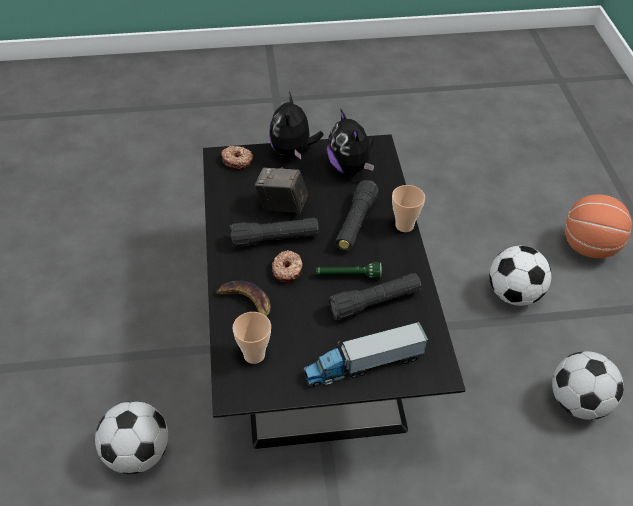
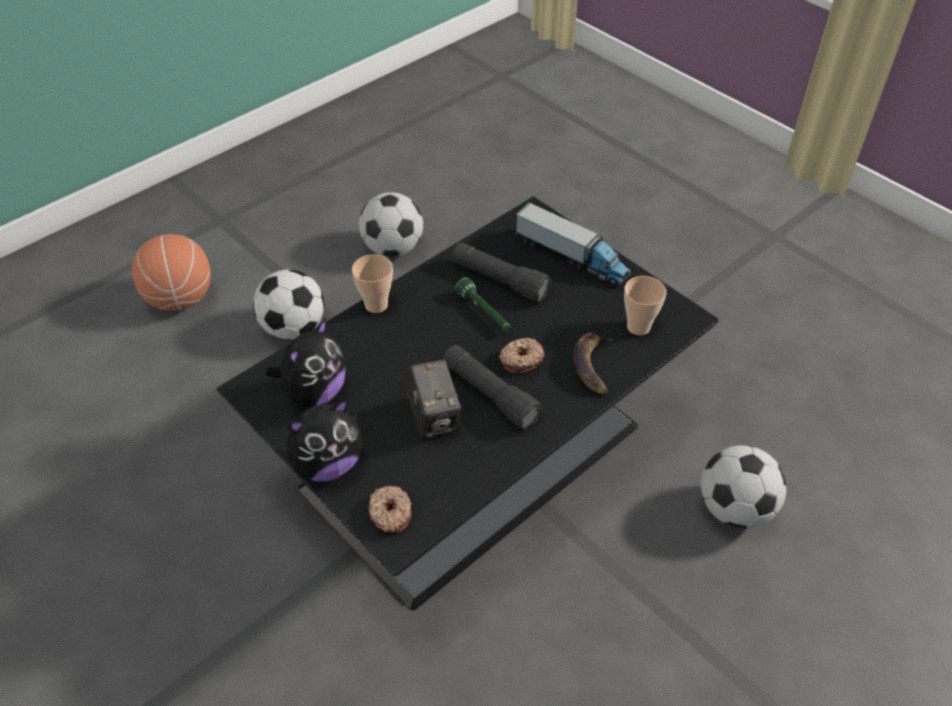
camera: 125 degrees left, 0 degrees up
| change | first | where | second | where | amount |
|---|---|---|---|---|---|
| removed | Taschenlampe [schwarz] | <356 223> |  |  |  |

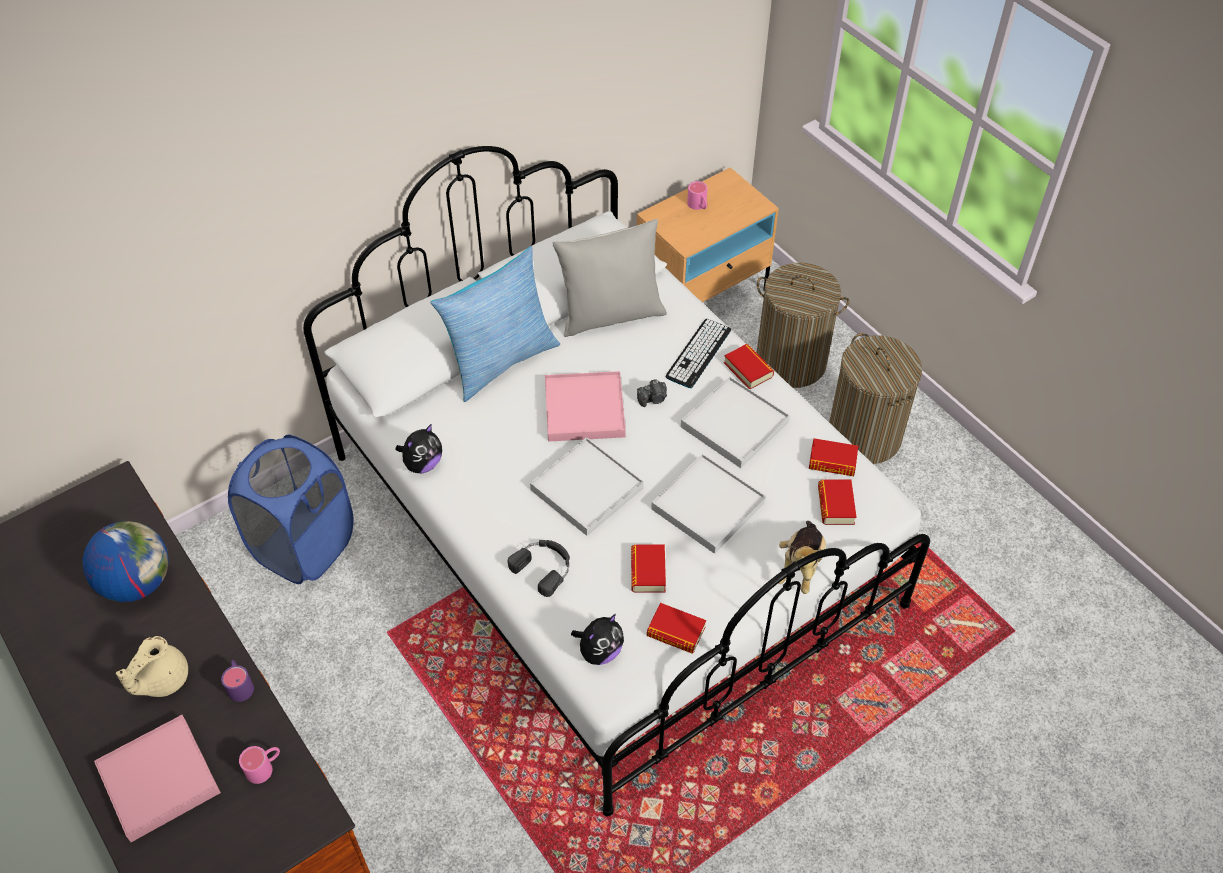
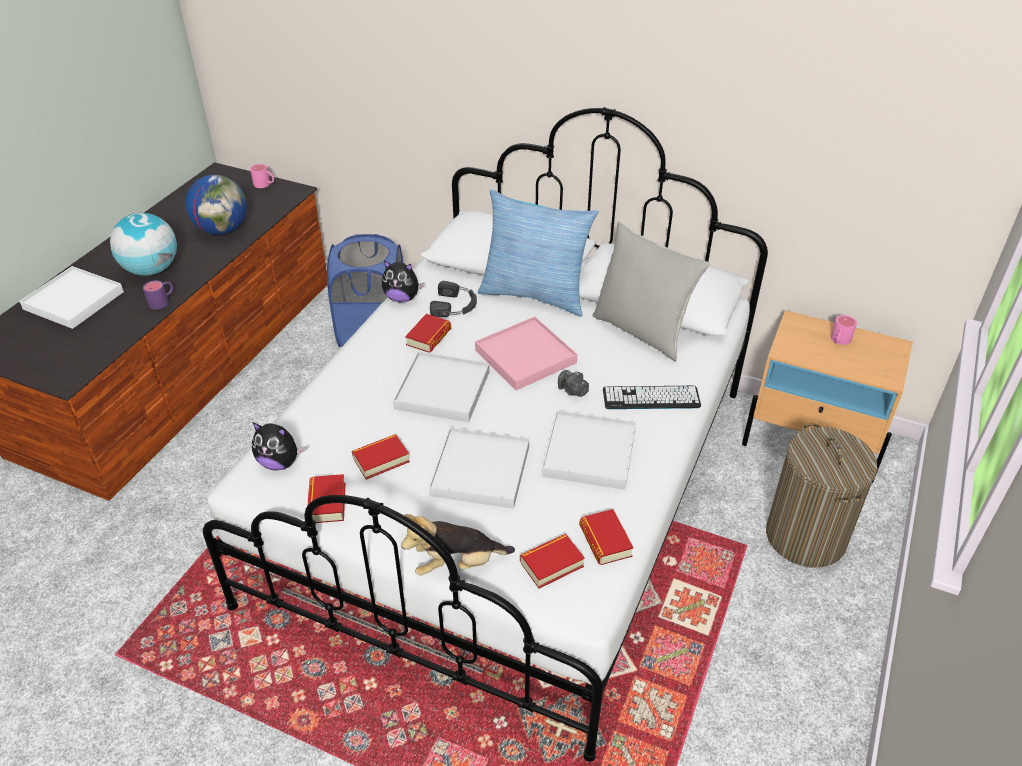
camera: 60 degrees right, 10 degrees down
| change | first | where | second | where | amount |
|---|---|---|---|---|---|
| recoloured | Tablett [rosa] | <159 780> | Tablett [weiß] | <73 300> |  |
| replaced | Teekanne [beige] | <162 680> | Globus | <151 270> |  |
| moved | Henkelbecher [rosa] | <264 767> |  | <265 184> |  |
| moved | Buch | <748 370> |  | <428 337> |  |
| moved | Kopfhörer [schwarz] | <544 567> |  | <455 305> |  |
| removed | Wäschekorb | <864 436> |  |  |  |

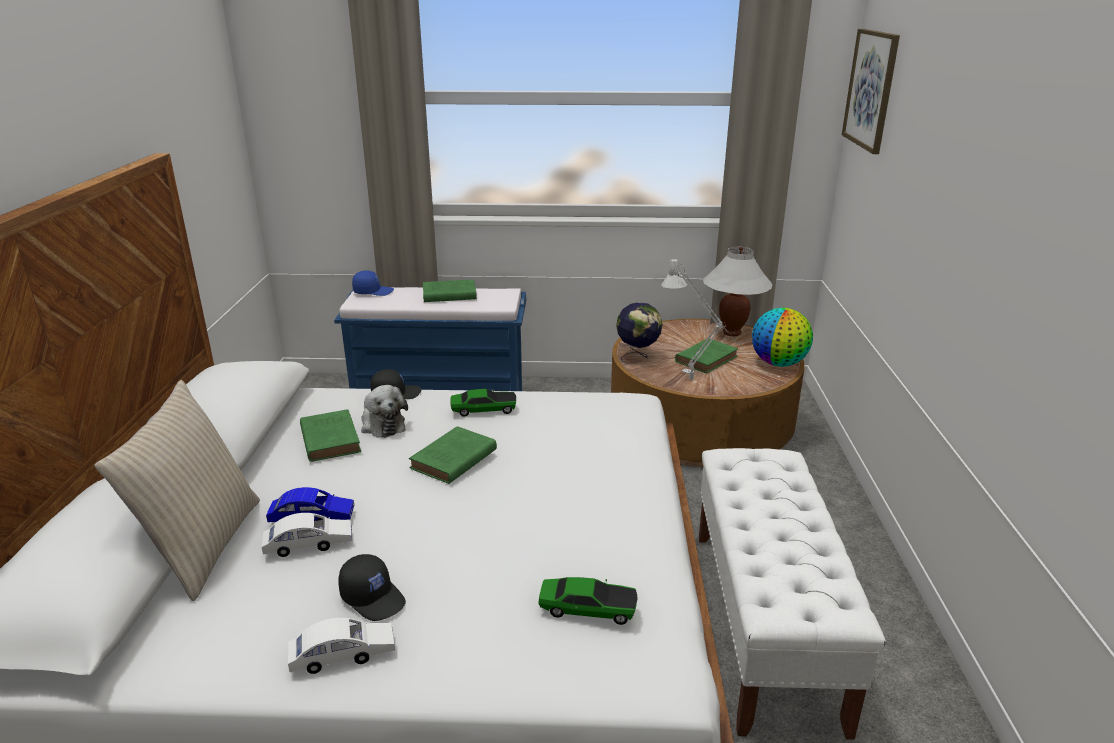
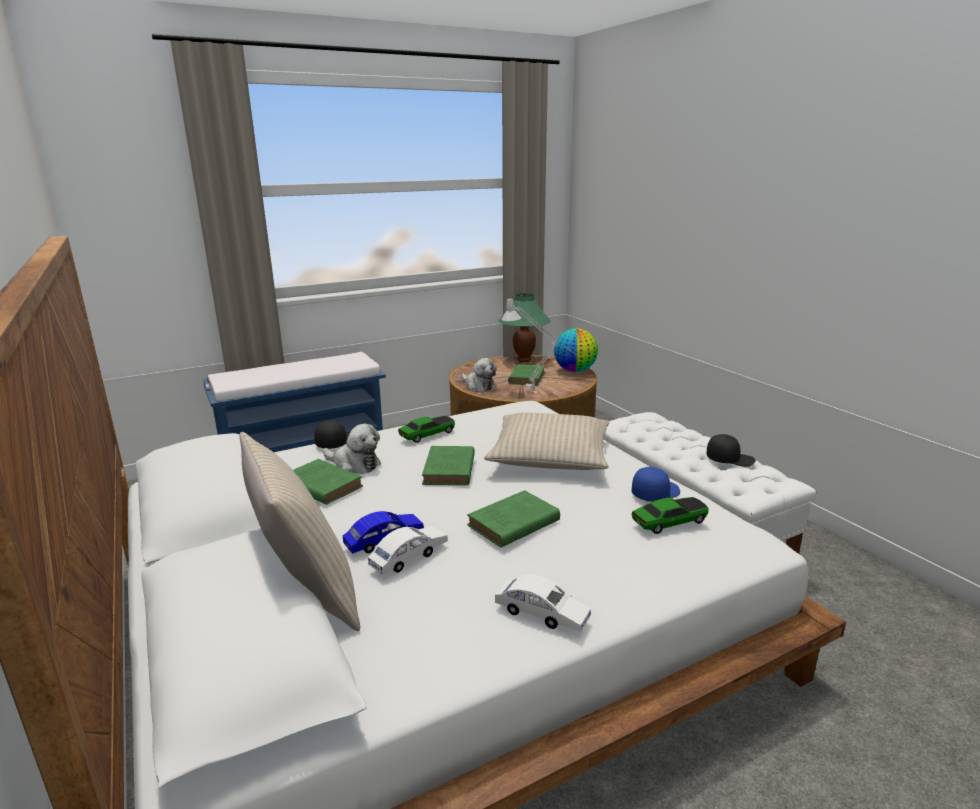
camera: 30 degrees left, 5 degrees down
| change | first | where | second | where | amount |
|---|---|---|---|---|---|
| replaced | Globus | <637 357> | Plüschtier | <478 386> |  |
| moved | Buch [grün] | <448 295> |  | <511 524> |  |
| added |  |  | Kissen [beige] | <550 456> |  |
| turned | Spielzeugauto [weiß] | <343 655> |  | <542 614> | 75 degrees clockwise |
| recoloured | Tischlampe [weiß] | <731 333> | Tischlampe [grün] | <524 360> |  |
| moved | Kappe [blau] | <373 291> |  | <655 493> |  |
| moved | Kappe [schwarz] | <374 597> |  | <729 459> |  |
| removed | Bild | <871 89> |  |  |  |

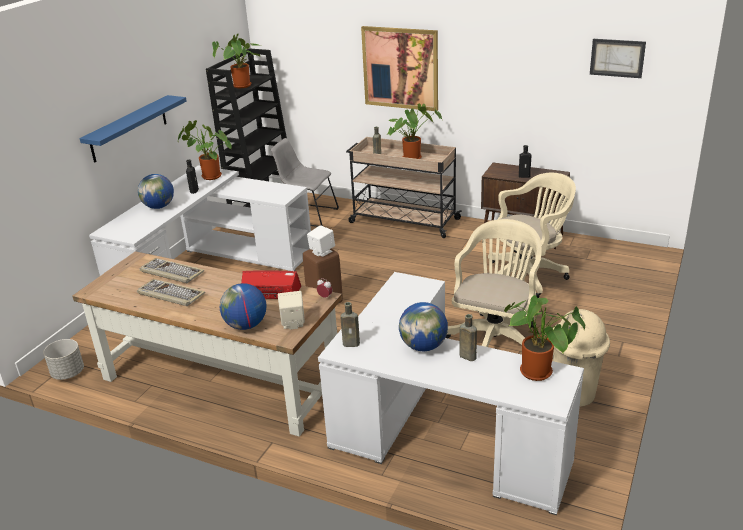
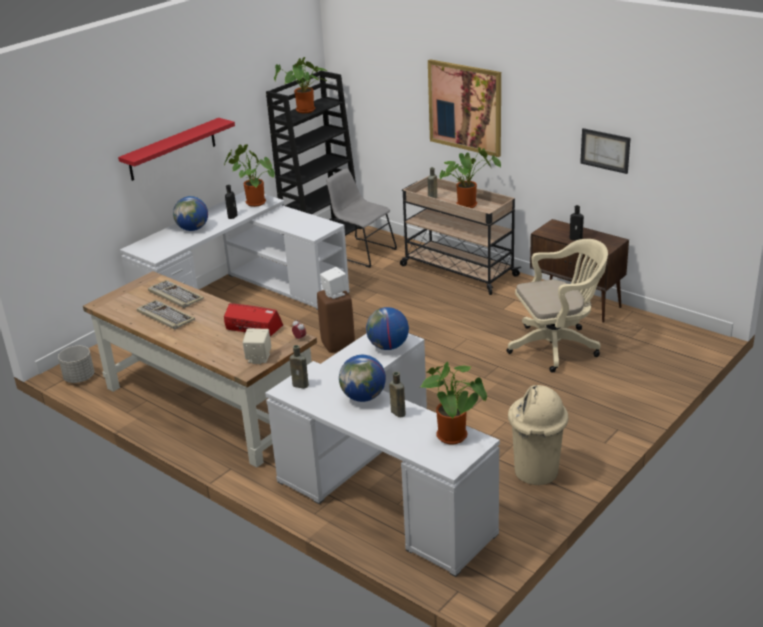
camera: 15 degrees right, 0 degrees up
| change | first | where | second | where | amount |
|---|---|---|---|---|---|
| recoloured | Wandregal [blau] | <129 128> | Wandregal [rot] | <172 149> |  |
| moved | Globus | <246 325> |  | <388 346> |  |
| moved | Bild | <617 58> |  | <605 150> |  |
| removed | Bürostuhl [beige] | <495 337> |  |  |  |

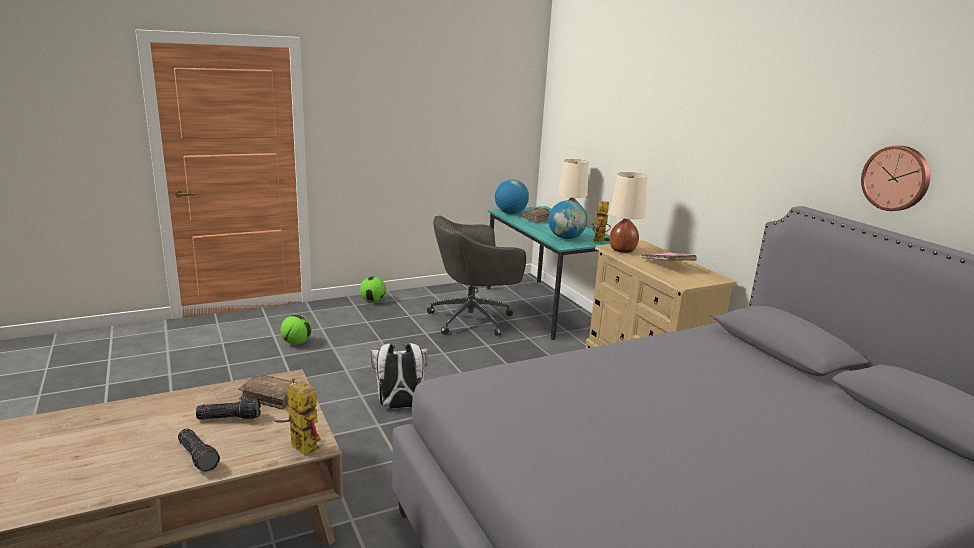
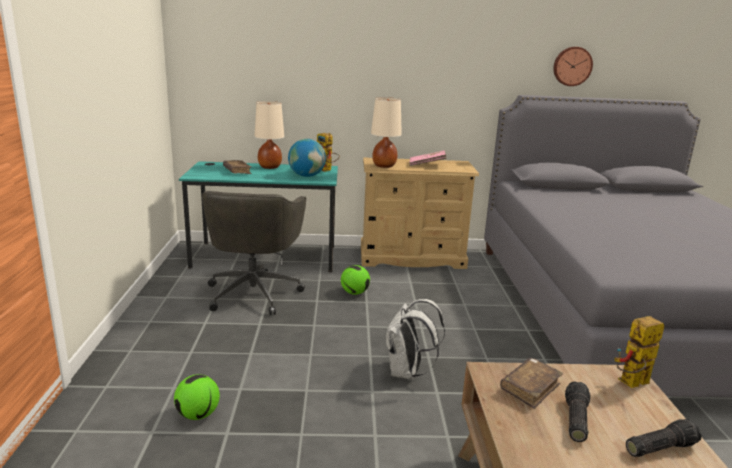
camera: 65 degrees left, 0 degrees up
| change | first | where | second | where | amount |
|---|---|---|---|---|---|
| moved | Fußball | <373 300> |  | <354 293> |  |
| removed | Globus | <510 213> |  |  |  |

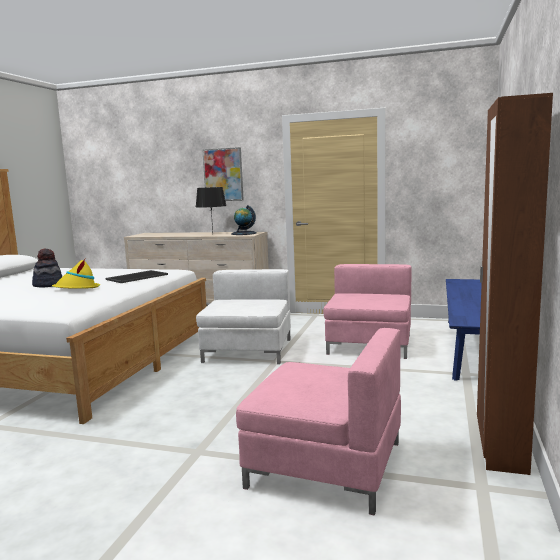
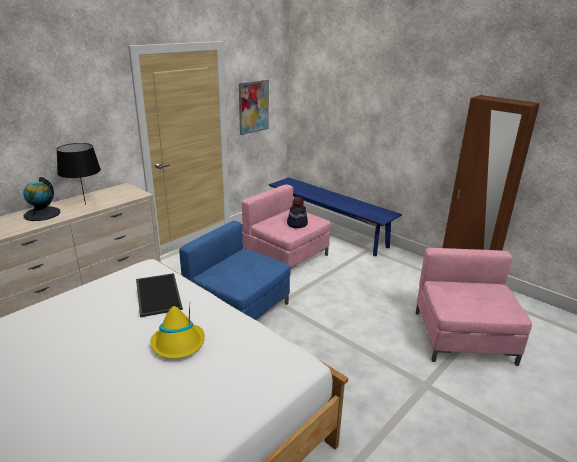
camera: 65 degrees left, 15 degrees up
| change | first | where | second | where | amount |
|---|---|---|---|---|---|
| moved | Globus | <243 233> |  | <42 214> |  |
| recoloured | Sessel [weiß] | <247 351> | Sessel [blau] | <238 309> |  |
| moved | Bild | <223 174> |  | <253 107> |  |
| moved | Hut | <48 285> |  | <297 224> |  |
| turned | Sessel [rosa] | <324 463> |  | <462 338> | 45 degrees counterclockwise |

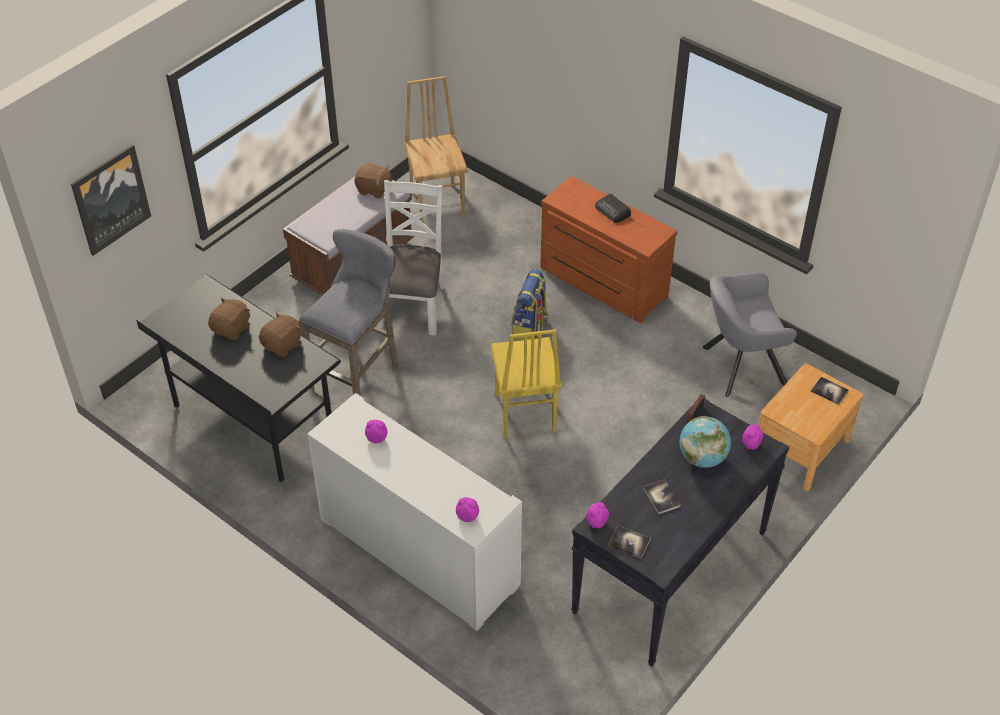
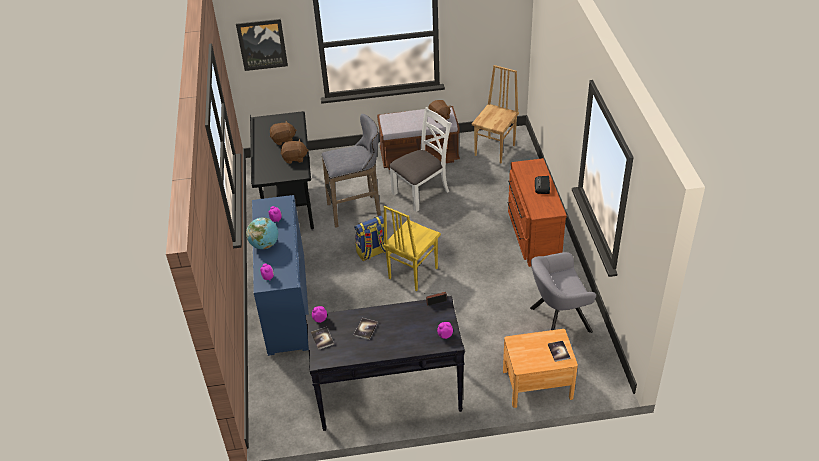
camera: 45 degrees right, 5 degrees down
| change | first | where | second | where | amount |
|---|---|---|---|---|---|
| moved | Globus | <702 458> |  | <265 245> |  |
| recoloured | Schrank [weiß] | <418 552> | Schrank [blau] | <287 303> |  |
| moved | Rucksack | <530 328> |  | <372 253> |  |
| turned | Sessel [grau] | <739 366> |  | <557 320> | 45 degrees counterclockwise |

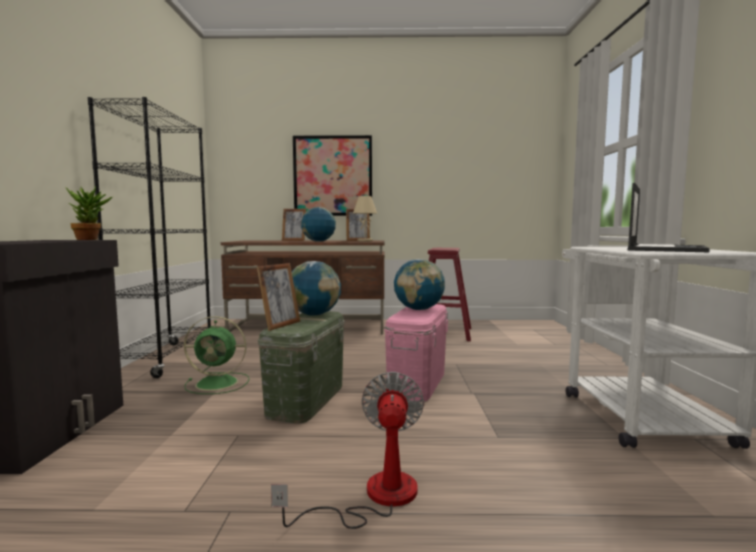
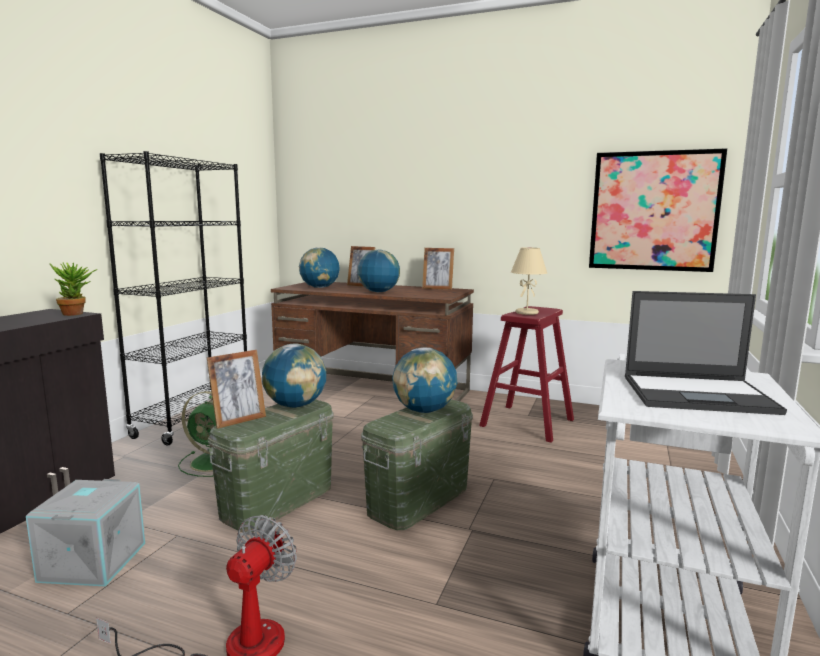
camera: 20 degrees right, 5 degrees up
| change | first | where | second | where | amount |
|---|---|---|---|---|---|
| added |  |  | Aufbewahrungsbox [grau] | <92 561> |  |
| added |  |  | Globus | <320 287> |  |
| recoloured | Aufbewahrungsbox [rosa] | <418 383> | Aufbewahrungsbox [grün] | <419 500> |  |
| moved | Tischlampe [beige] | <365 241> |  | <527 313> |  |
| moved | Bild | <333 176> |  | <653 211> |  |
| turned | Laptop | <666 249> |  | <698 394> | 45 degrees clockwise |

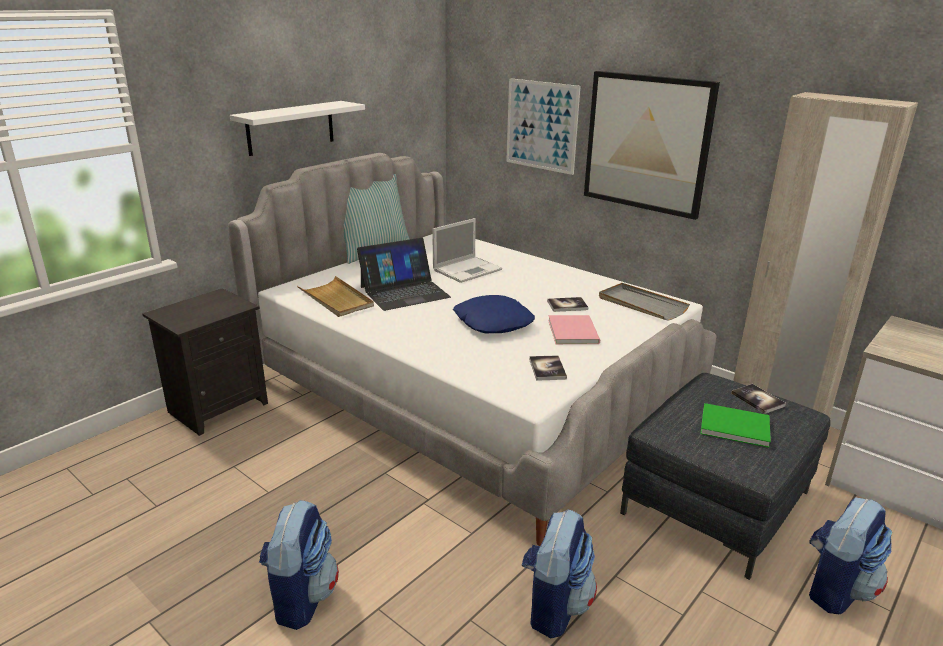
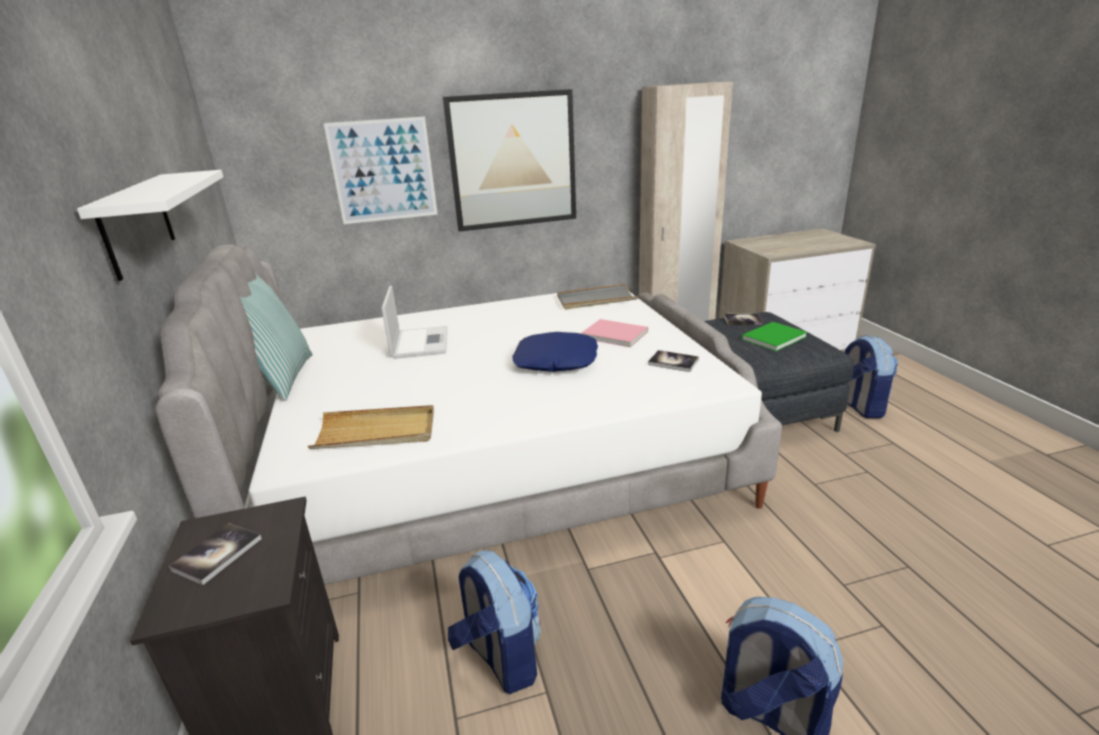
camera: 55 degrees left, 0 degrees up
| change | first | where | second | where | amount |
|---|---|---|---|---|---|
| moved | Buch | <567 305> |  | <217 554> |  |
| moved | Rucksack | <554 606> |  | <500 658> |  |
| removed | Laptop | <404 292> |  |  |  |

